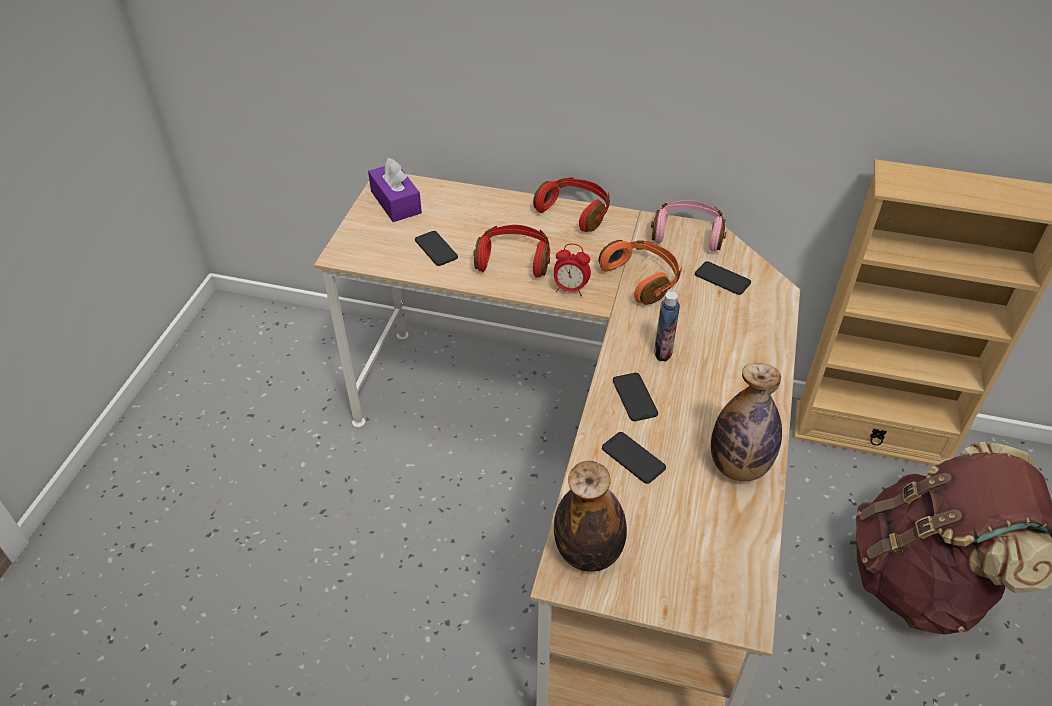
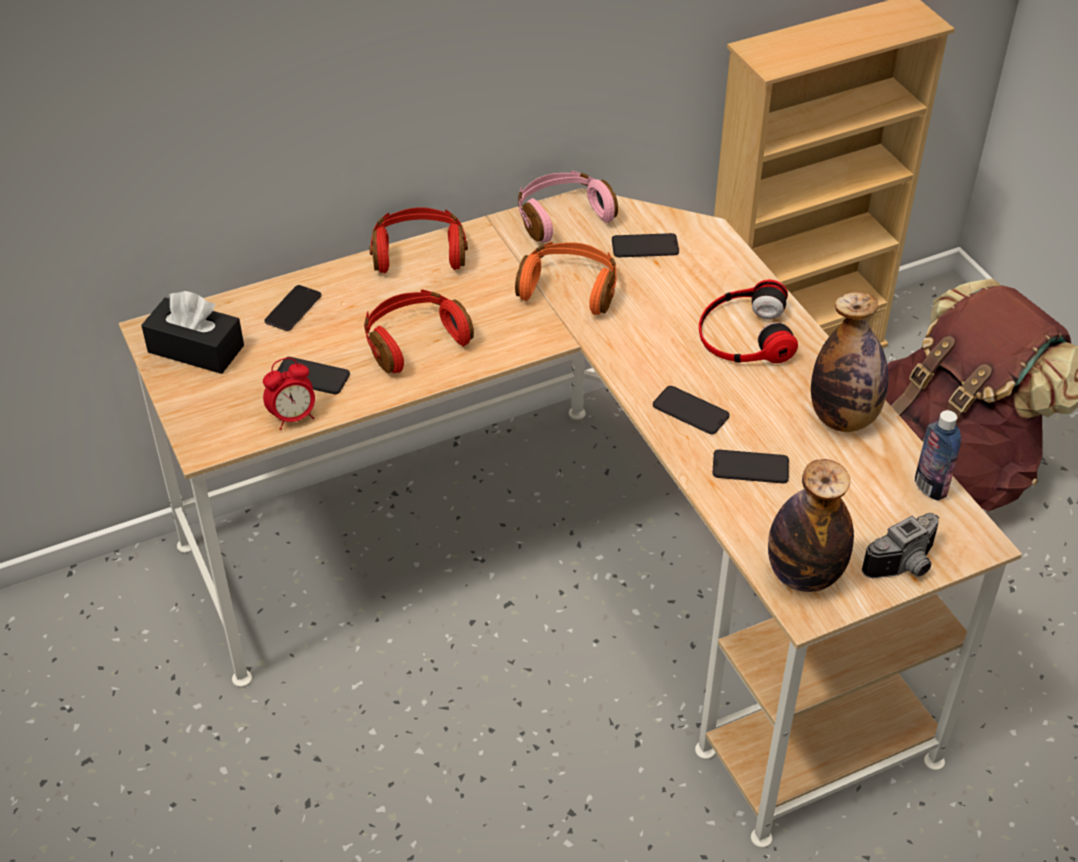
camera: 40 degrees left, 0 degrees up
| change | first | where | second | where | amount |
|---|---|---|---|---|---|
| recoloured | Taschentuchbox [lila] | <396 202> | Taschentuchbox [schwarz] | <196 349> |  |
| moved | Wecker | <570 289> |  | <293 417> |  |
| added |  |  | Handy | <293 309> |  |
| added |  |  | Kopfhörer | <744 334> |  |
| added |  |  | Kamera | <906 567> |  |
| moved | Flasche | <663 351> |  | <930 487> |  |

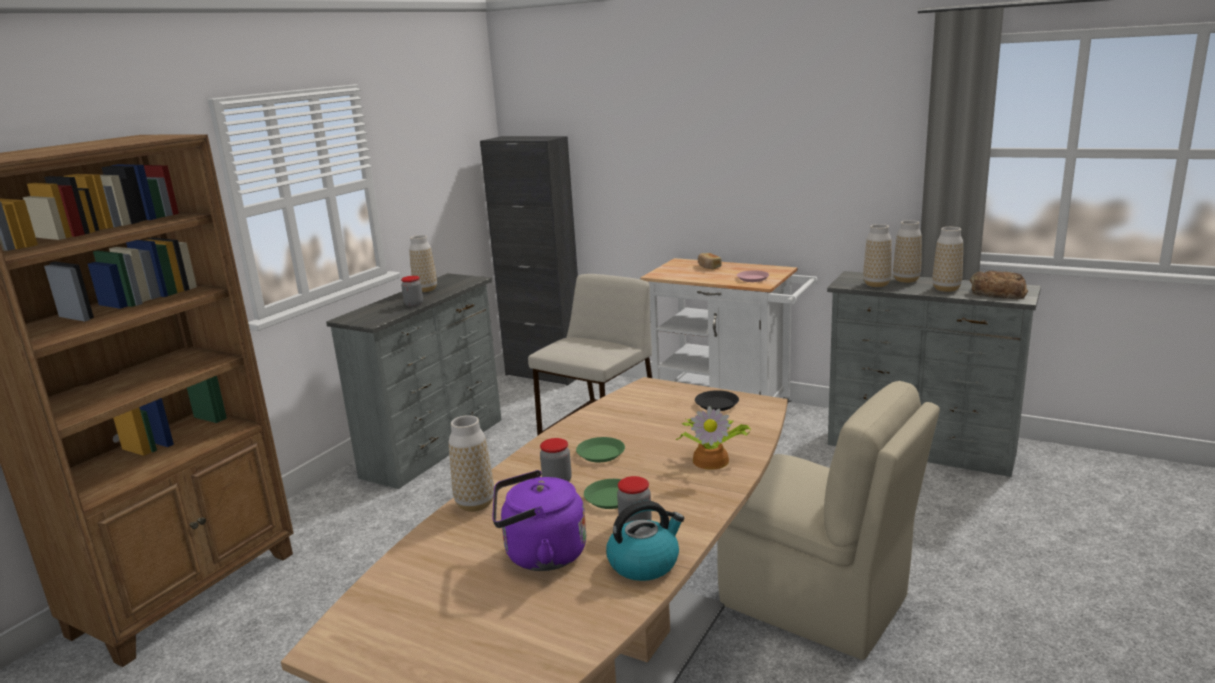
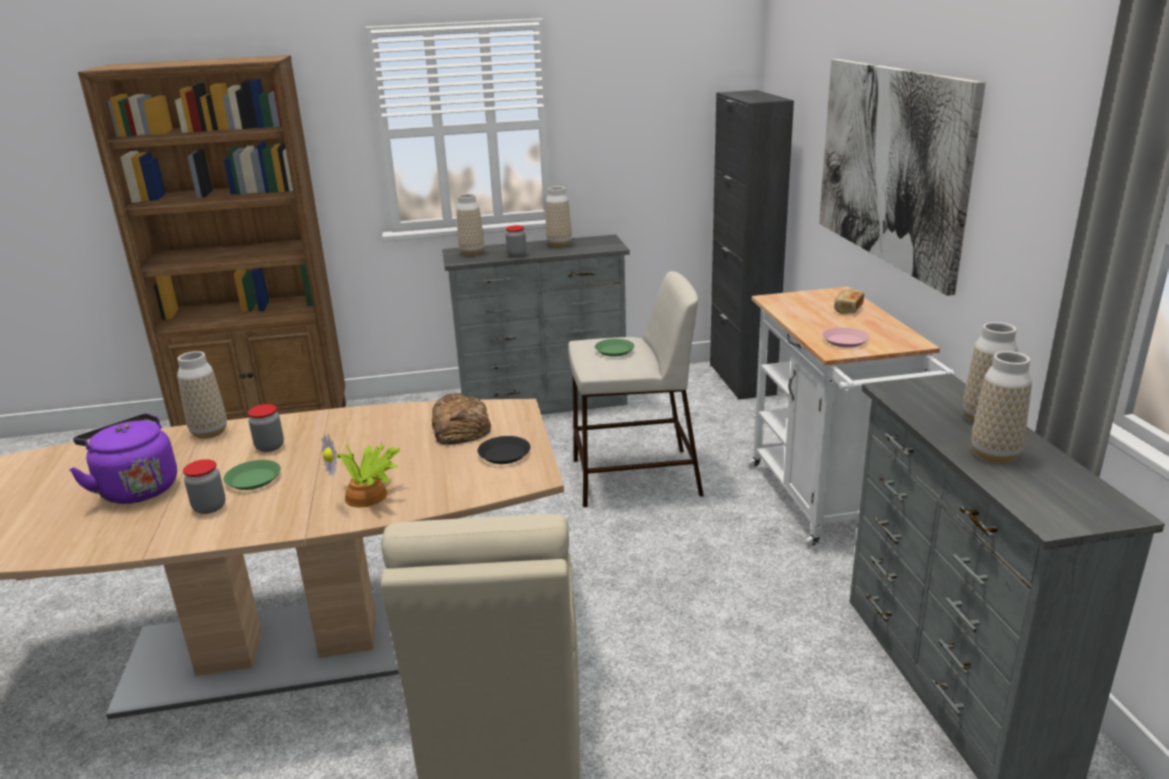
camera: 50 degrees right, 5 degrees up
| change | first | where | second | where | amount |
|---|---|---|---|---|---|
| moved | Brot | <997 292> |  | <460 427> |  |
| moved | Vase | <876 284> |  | <472 253> |  |
| moved | Teller [grün] | <601 454> |  | <614 351> |  |
| added |  |  | Bild | <891 165> |  |
| removed | Wasserkessel | <644 563> |  |  |  |

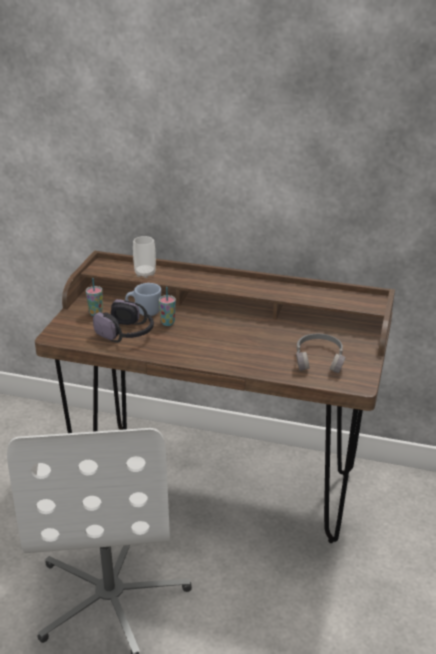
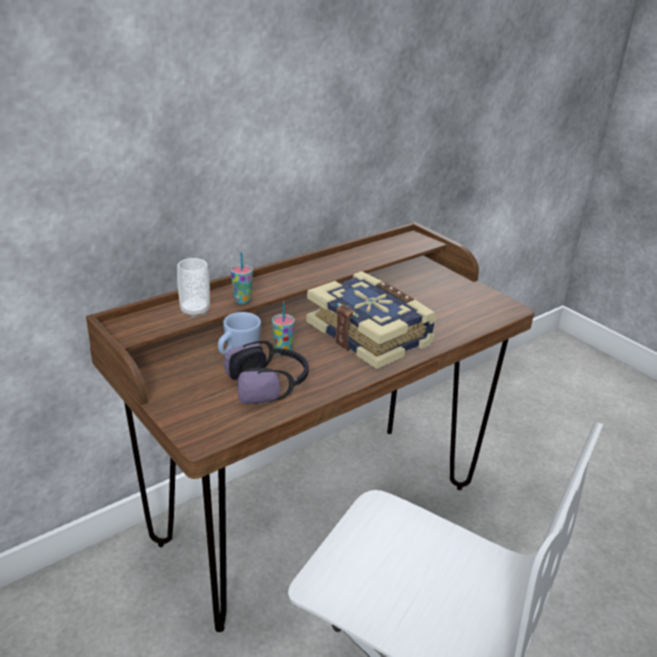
camera: 55 degrees left, 0 degrees up
| change | first | where | second | where | amount |
|---|---|---|---|---|---|
| moved | Tasse | <96 313> |  | <242 300> |  |
| added |  |  | Buch | <370 334> |  |
| removed | Kopfhörer [grau] | <319 359> |  |  |  |

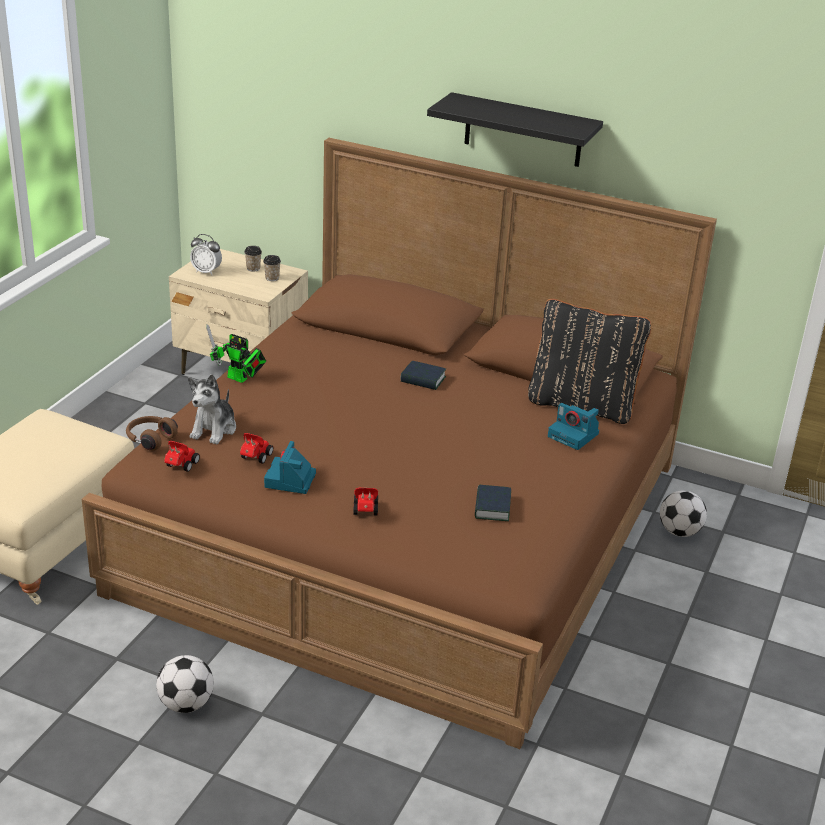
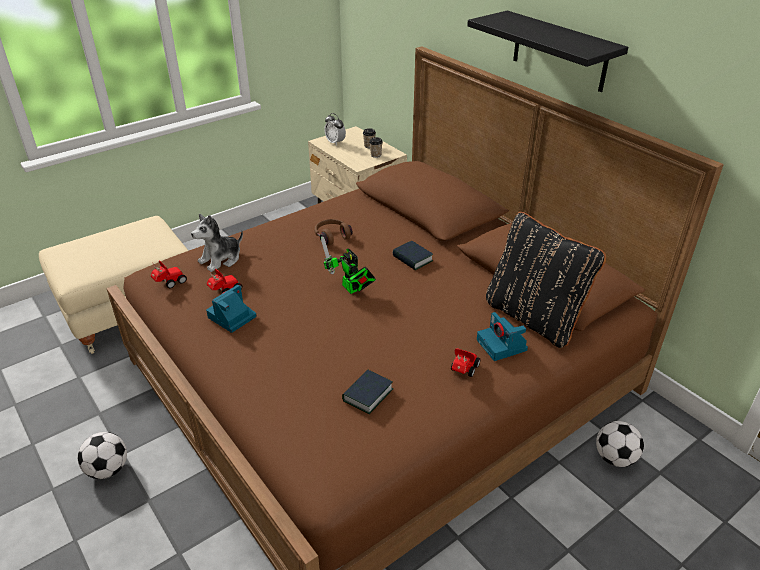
camera: 30 degrees right, 5 degrees up
| change | first | where | second | where | amount |
|---|---|---|---|---|---|
| moved | Kopfhörer [braun] | <150 439> |  | <332 236> |  |
| moved | Spielzeugroboter | <240 379> |  | <351 289> |  |
| moved | Spielzeugauto | <365 512> |  | <463 371> |  |

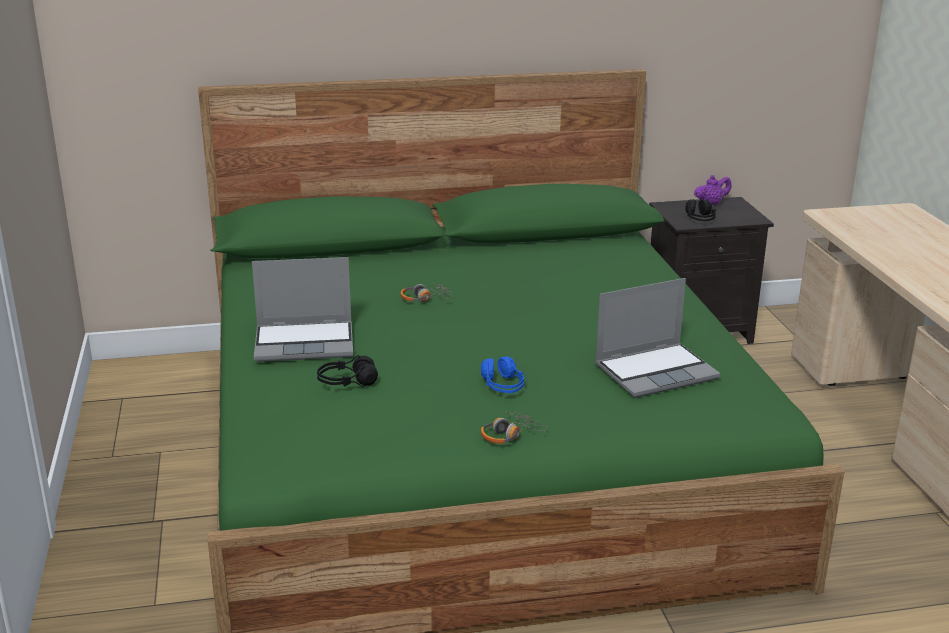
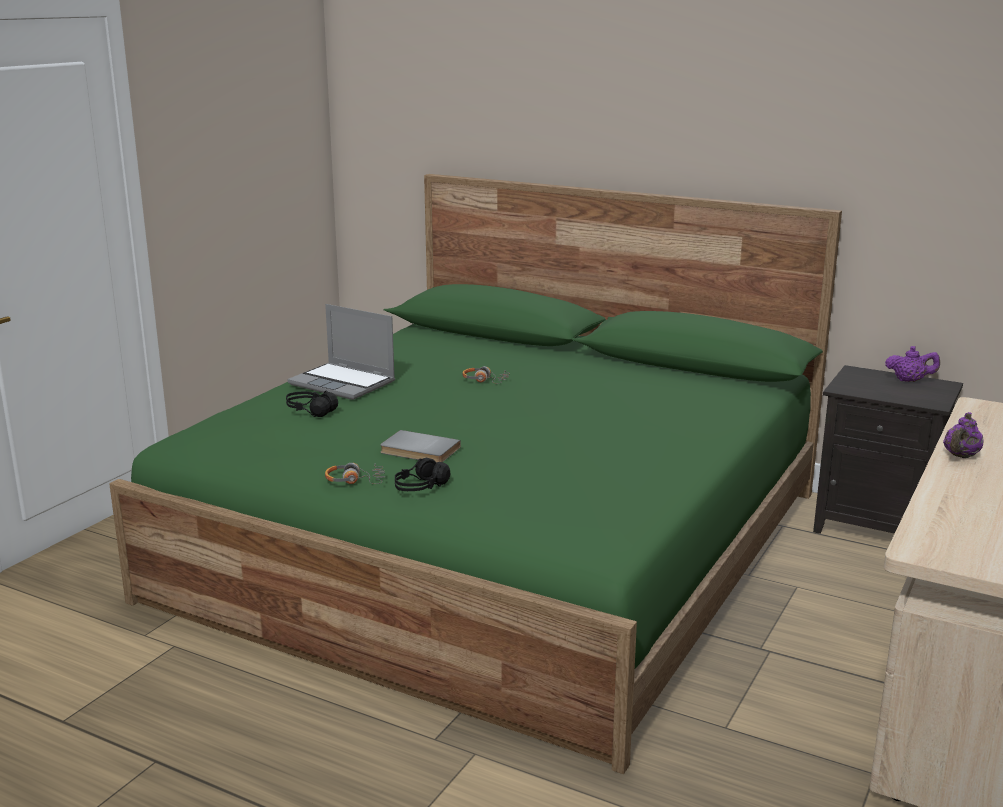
camera: 40 degrees right, 5 degrees down
| change | first | where | second | where | amount |
|---|---|---|---|---|---|
| replaced | Kopfhörer [blau] | <503 386> | Buch [grau] | <418 451> |  |
| moved | Kopfhörer [schwarz] | <700 219> |  | <420 487> |  |
| added |  |  | Teekanne [lila] | <960 456> |  |
| removed | Laptop | <656 371> |  |  |  |

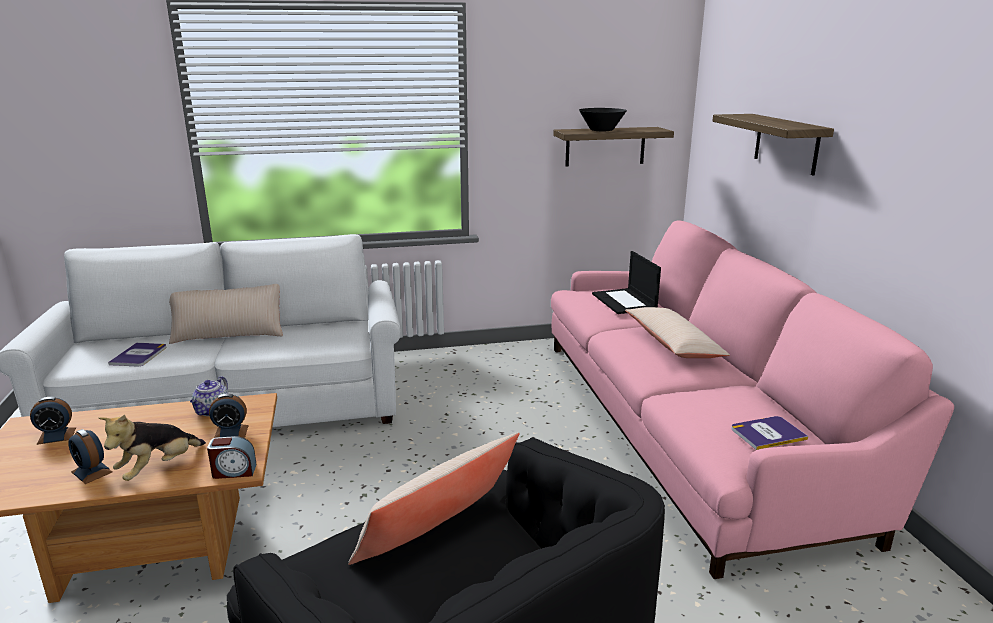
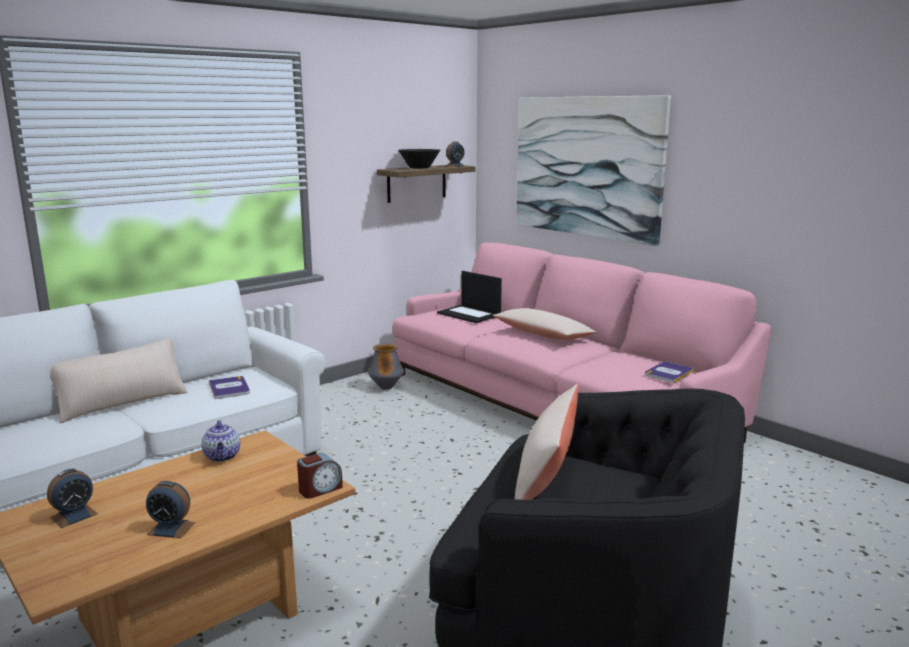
camera: 30 degrees left, 5 degrees down
| change | first | where | second | where | amount |
|---|---|---|---|---|---|
| moved | Buch | <139 355> |  | <229 388> |  |
| added |  |  | Vase | <386 387> |  |
| moved | Wecker | <231 432> |  | <455 166> |  |
| replaced | Wandregal | <786 143> | Bild | <586 166> |  |
| removed | Plüschtier | <158 468> |  |  |  |

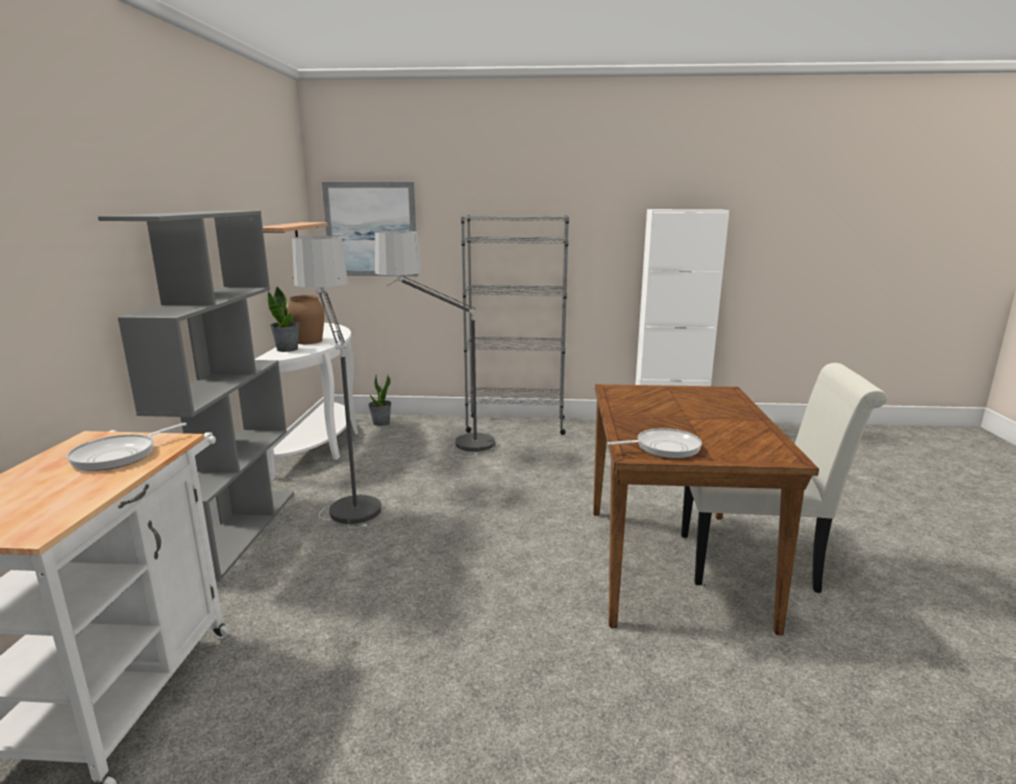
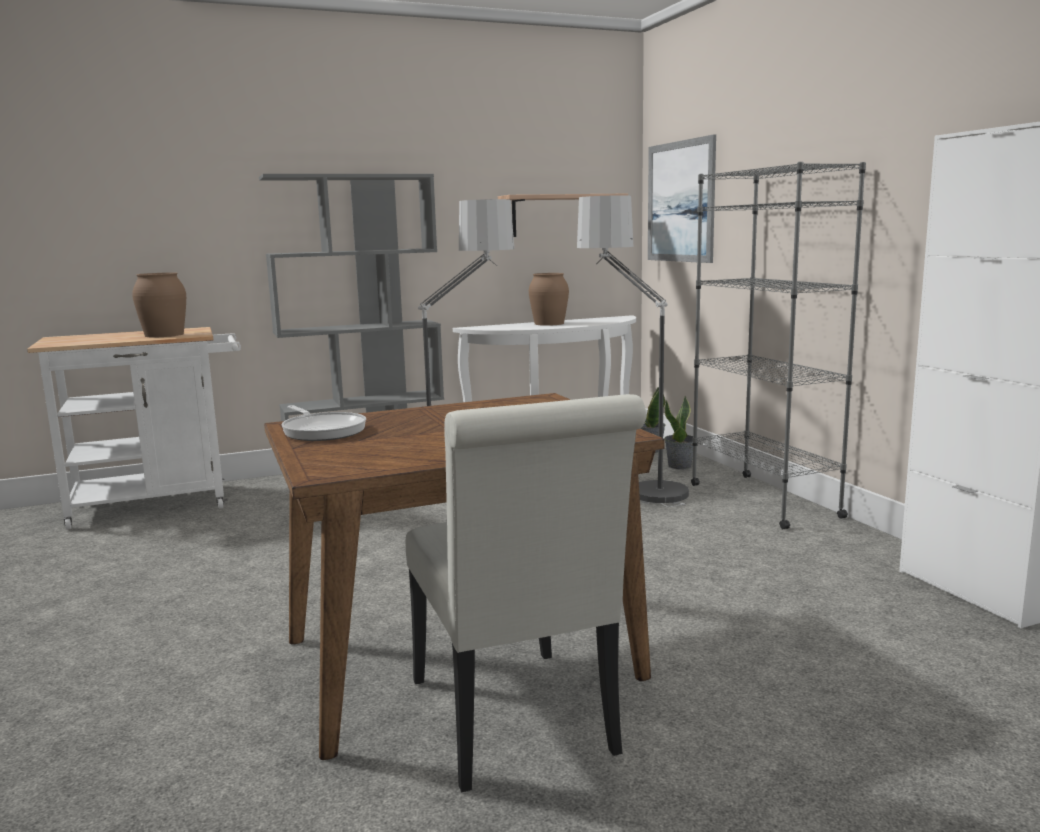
camera: 65 degrees right, 5 degrees down
| change | first | where | second | where | amount |
|---|---|---|---|---|---|
| replaced | Pfanne | <119 455> | Vase [braun] | <164 335> |  |
| moved | Topfpflanze | <287 349> |  | <680 466> |  |

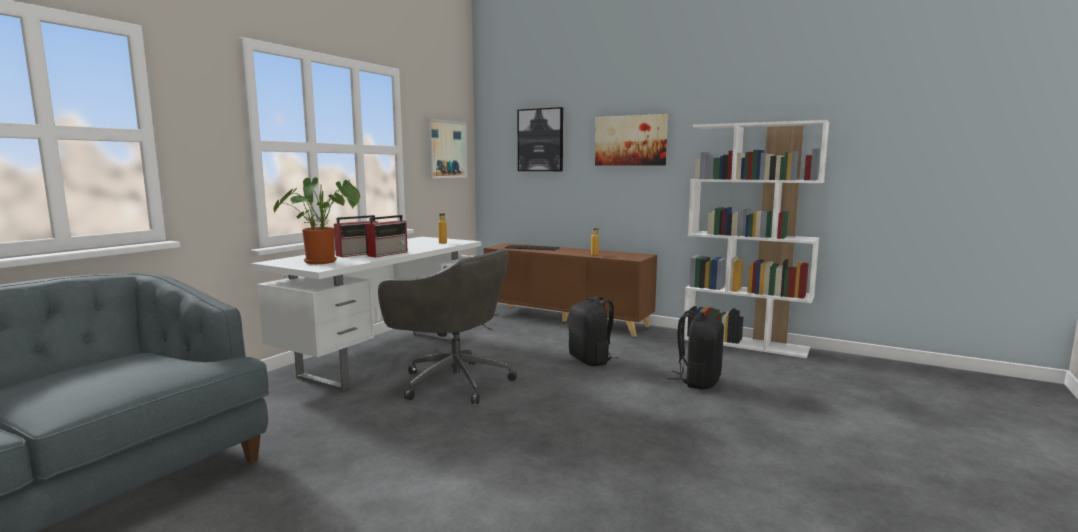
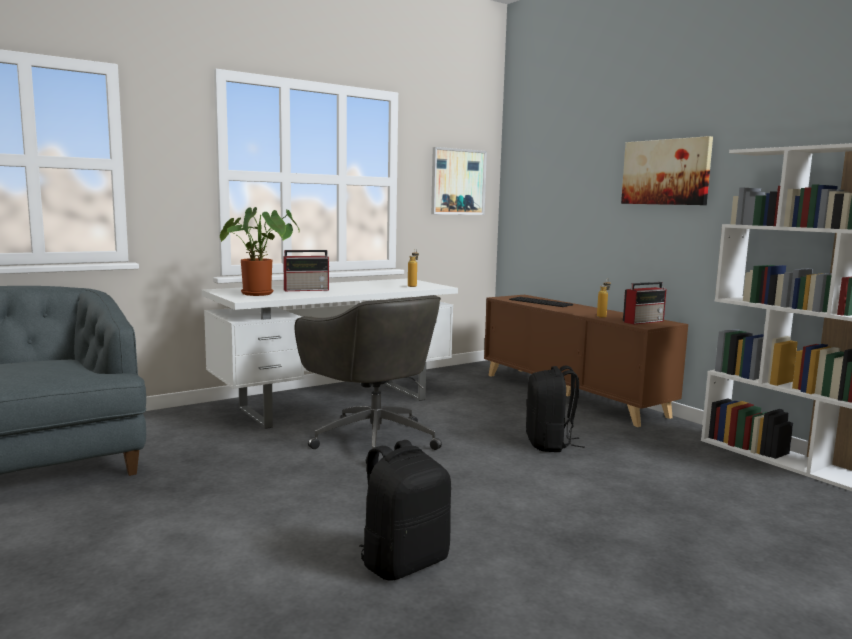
camera: 25 degrees right, 0 degrees up
| change | first | where | second | where | amount |
|---|---|---|---|---|---|
| moved | Rucksack [schwarz] | <698 381> |  | <404 562> |  |
| moved | Radio | <388 254> |  | <644 321> |  |
| removed | Bild | <540 140> |  |  |  |

